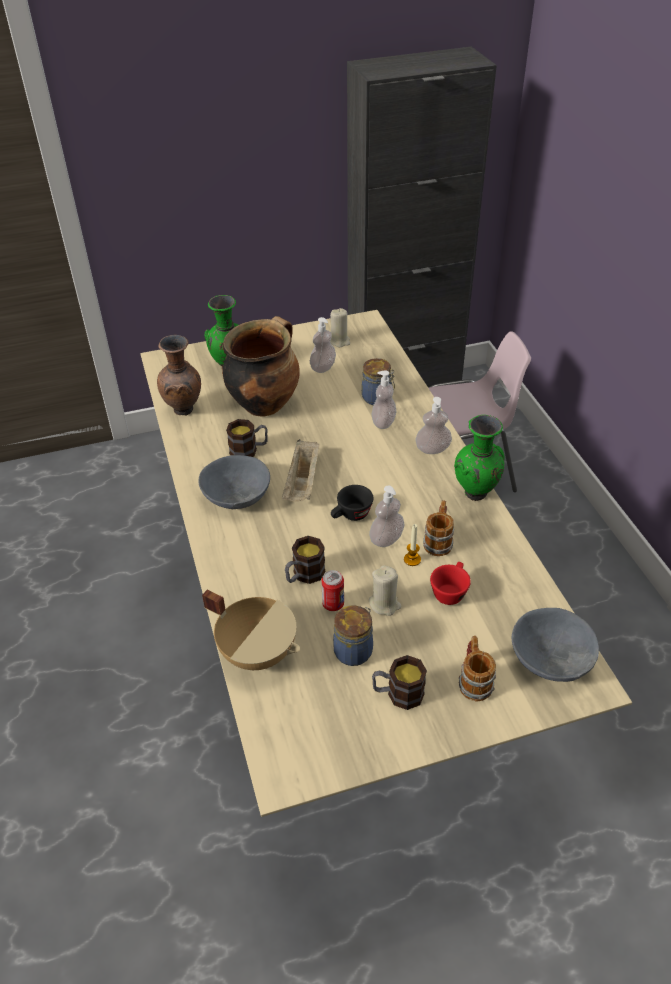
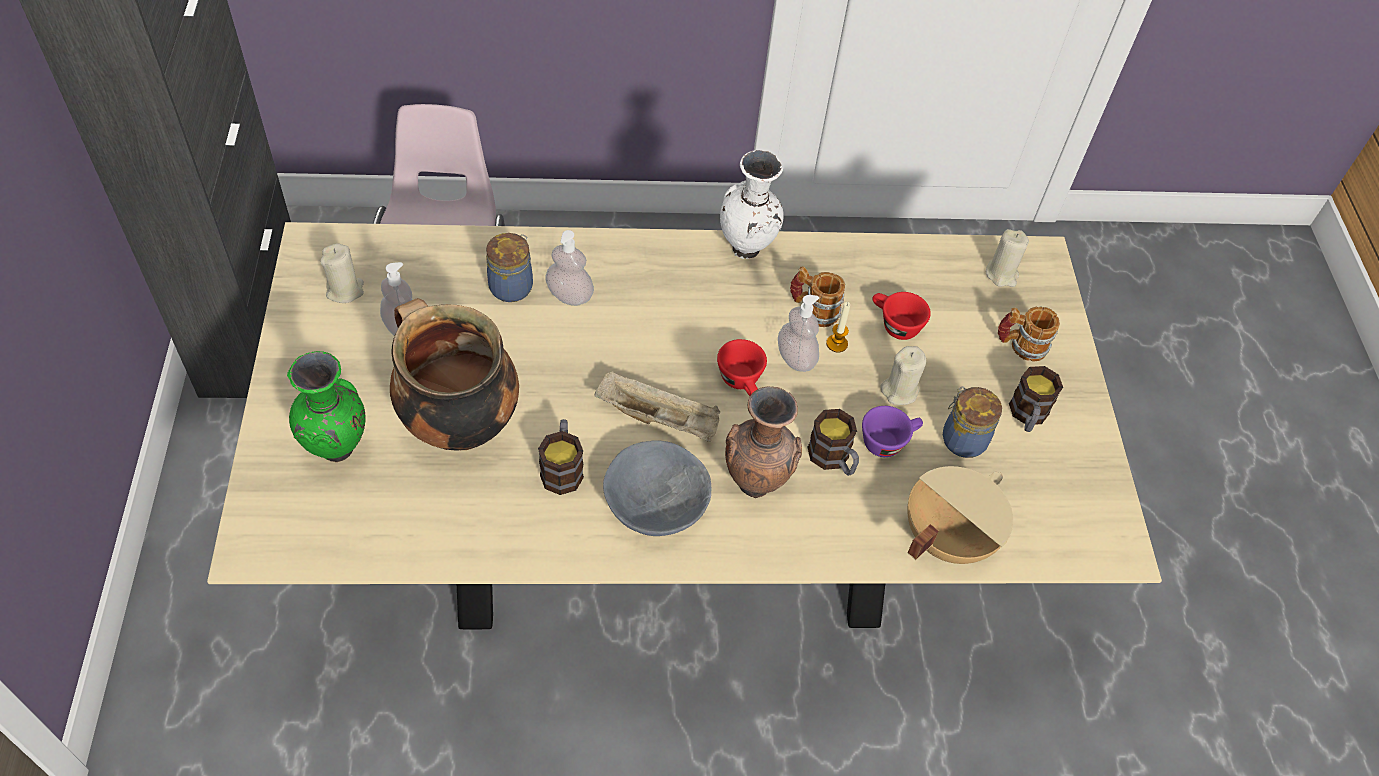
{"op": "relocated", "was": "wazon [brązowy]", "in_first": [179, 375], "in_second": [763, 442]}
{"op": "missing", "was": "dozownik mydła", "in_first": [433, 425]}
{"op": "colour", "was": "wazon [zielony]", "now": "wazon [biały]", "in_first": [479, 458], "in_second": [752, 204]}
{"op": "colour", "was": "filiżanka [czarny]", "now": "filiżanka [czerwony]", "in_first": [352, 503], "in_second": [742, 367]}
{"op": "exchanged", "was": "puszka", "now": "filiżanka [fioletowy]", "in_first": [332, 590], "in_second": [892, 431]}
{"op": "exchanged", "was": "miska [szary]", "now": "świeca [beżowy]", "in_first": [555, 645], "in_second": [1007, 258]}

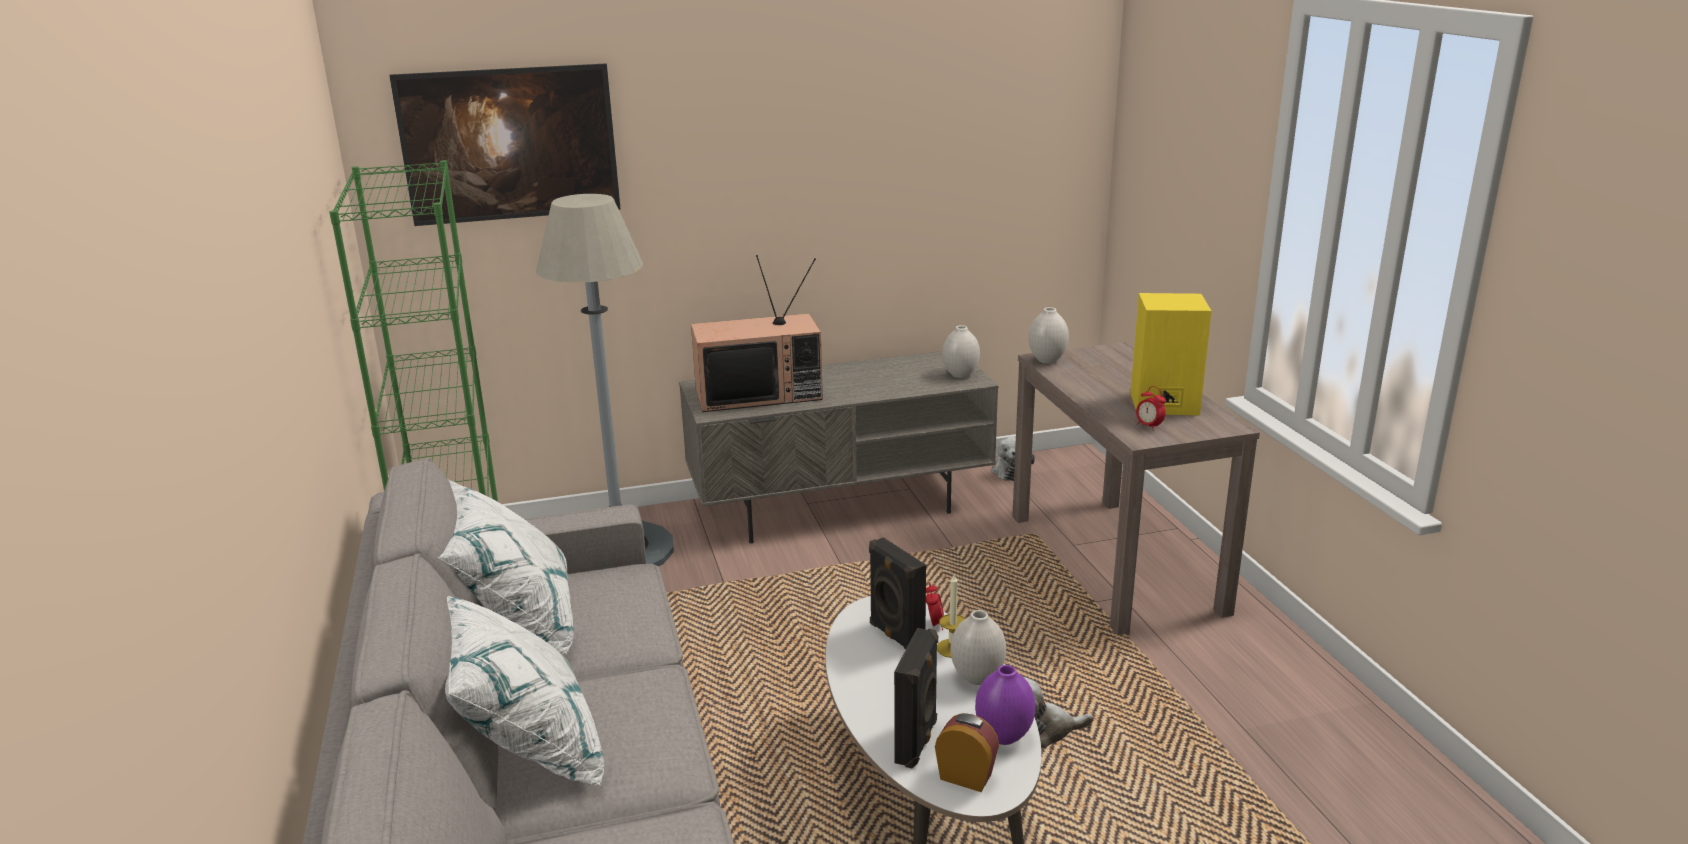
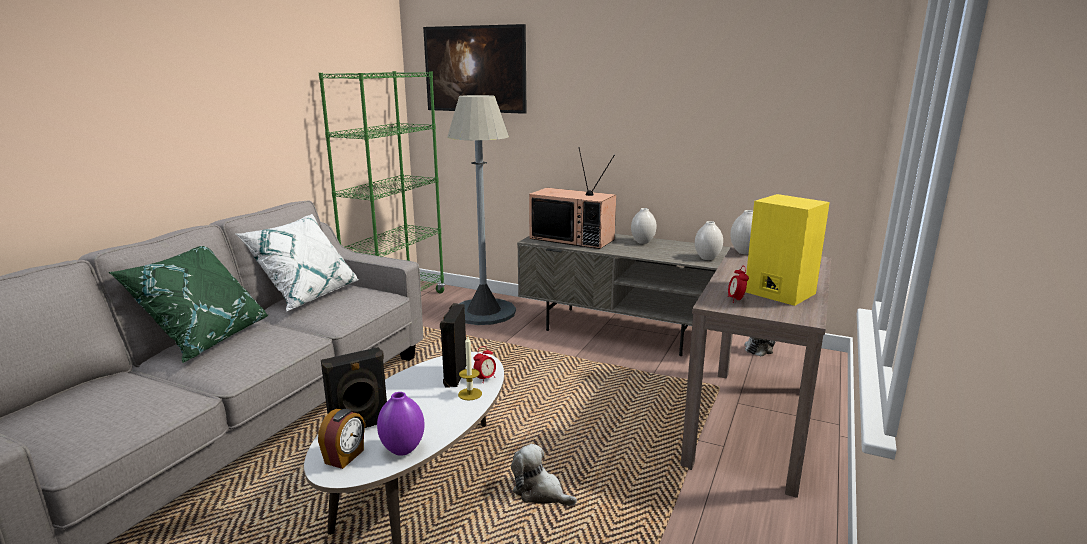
{"op": "colour", "was": "poduszka [biały]", "now": "poduszka [zielony]", "in_first": [524, 691], "in_second": [188, 304]}
{"op": "relocated", "was": "wazon [biały]", "in_first": [978, 647], "in_second": [644, 226]}
{"op": "spun", "was": "budzik", "in_first": [967, 752], "in_second": [341, 439], "clockwise": 45}

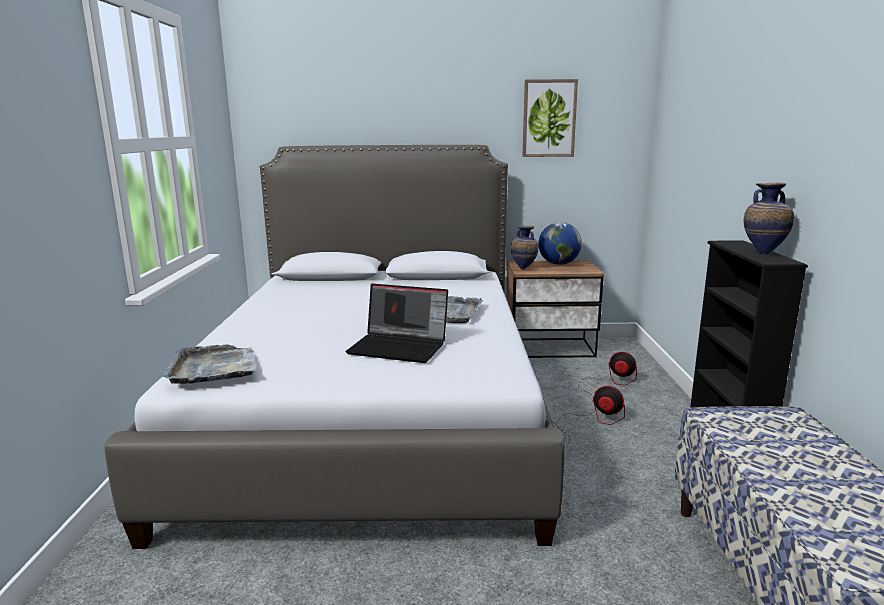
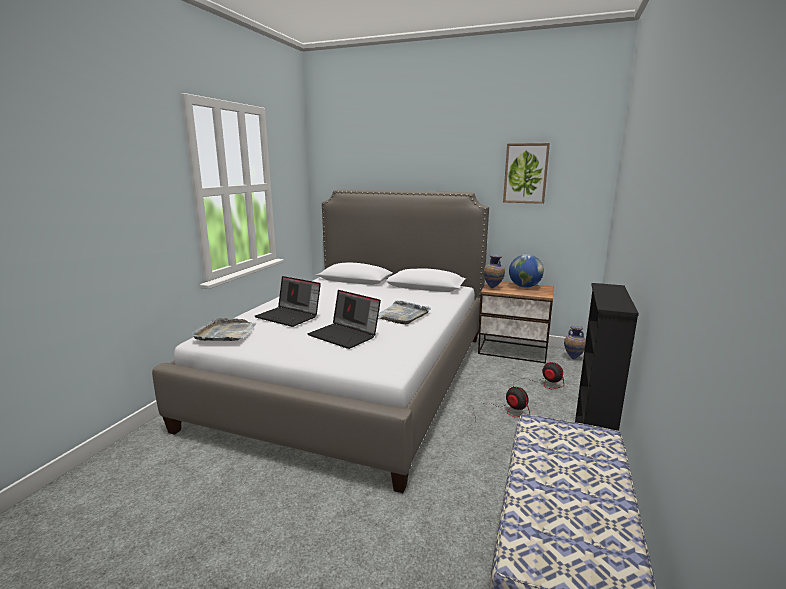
{"op": "relocated", "was": "wazon", "in_first": [769, 218], "in_second": [575, 342]}
{"op": "appeared", "now": "laptop", "in_second": [288, 301]}

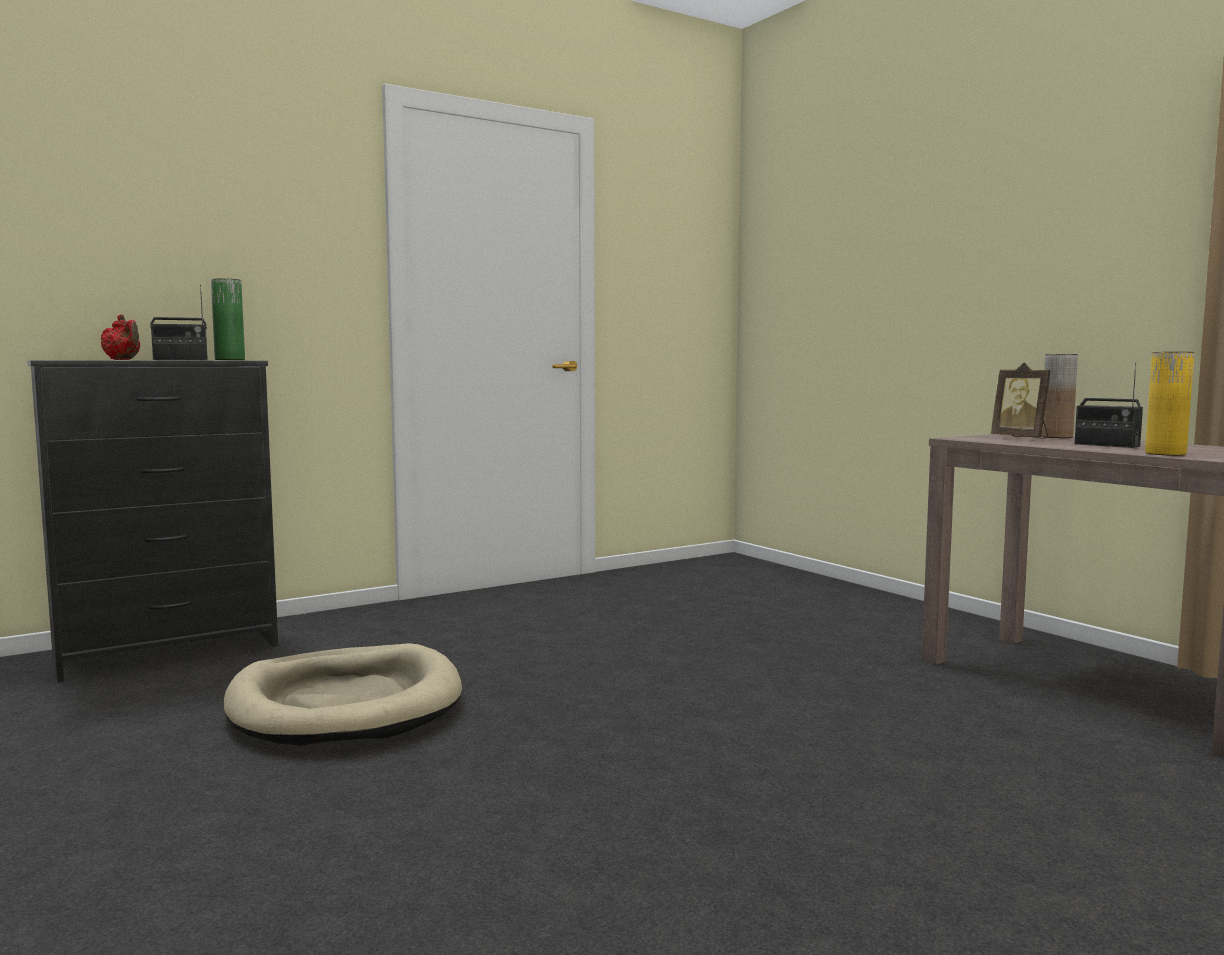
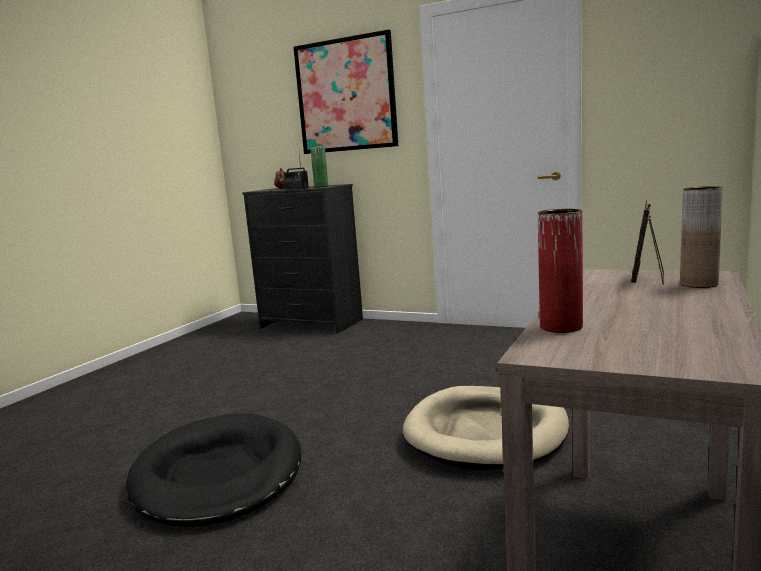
{"op": "colour", "was": "wazon [żółty]", "now": "wazon [czerwony]", "in_first": [1169, 404], "in_second": [560, 271]}
{"op": "missing", "was": "radio", "in_first": [1108, 405]}
{"op": "relocated", "was": "legowisko [beżowy]", "in_first": [343, 694], "in_second": [486, 428]}
{"op": "appeared", "now": "obraz", "in_second": [345, 91]}
{"op": "appeared", "now": "legowisko [czarny]", "in_second": [213, 470]}

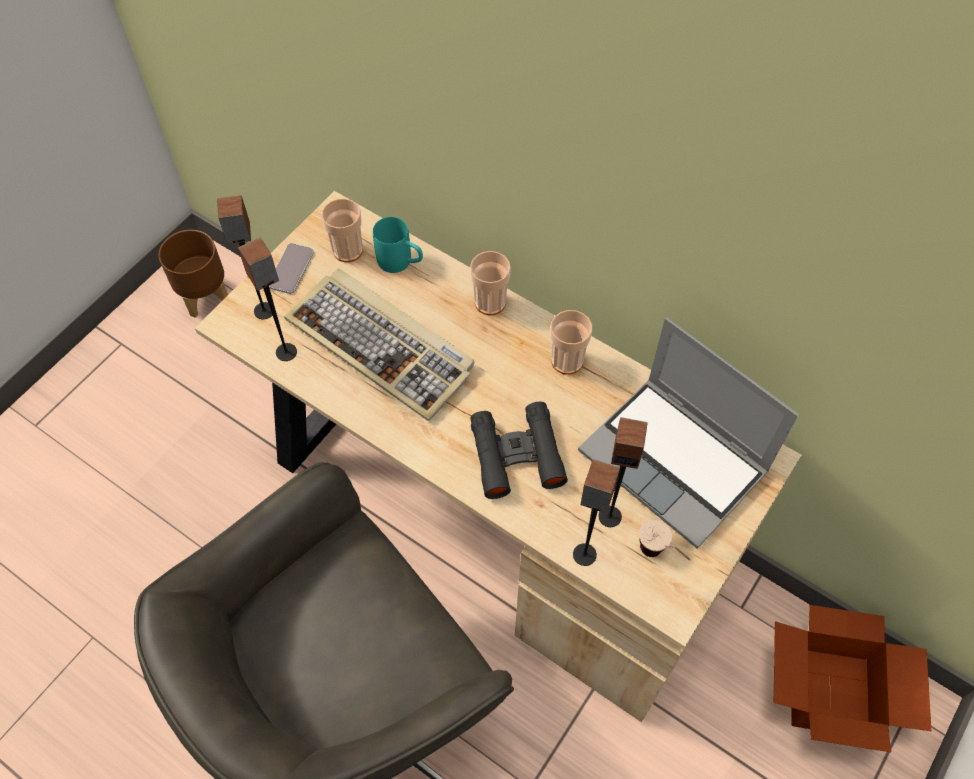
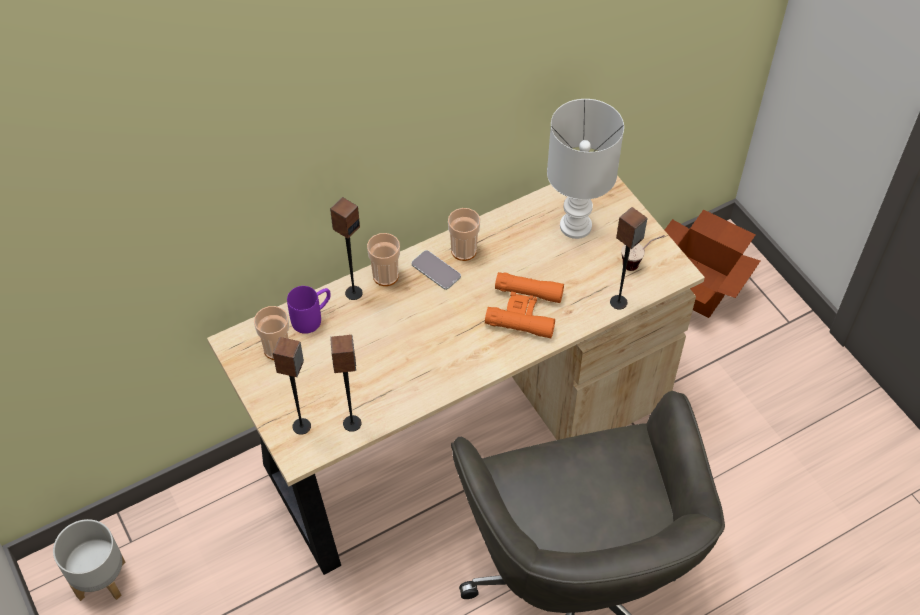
{"op": "colour", "was": "kubek [turkusowy]", "now": "kubek [fioletowy]", "in_first": [398, 245], "in_second": [309, 310]}
{"op": "colour", "was": "donica [brązowy]", "now": "donica [szary]", "in_first": [193, 274], "in_second": [89, 560]}
{"op": "relocated", "was": "telefon", "in_first": [291, 268], "in_second": [436, 270]}
{"op": "missing", "was": "klawiatura", "in_first": [379, 344]}
{"op": "exchanged", "was": "laptop", "now": "lampa stołowa [biały]", "in_first": [688, 433], "in_second": [585, 169]}
{"op": "colour", "was": "lornetka [czarny]", "now": "lornetka [pomarańczowy]", "in_first": [519, 450], "in_second": [524, 305]}
{"op": "relocated", "was": "głośnik", "in_first": [623, 472], "in_second": [346, 248]}

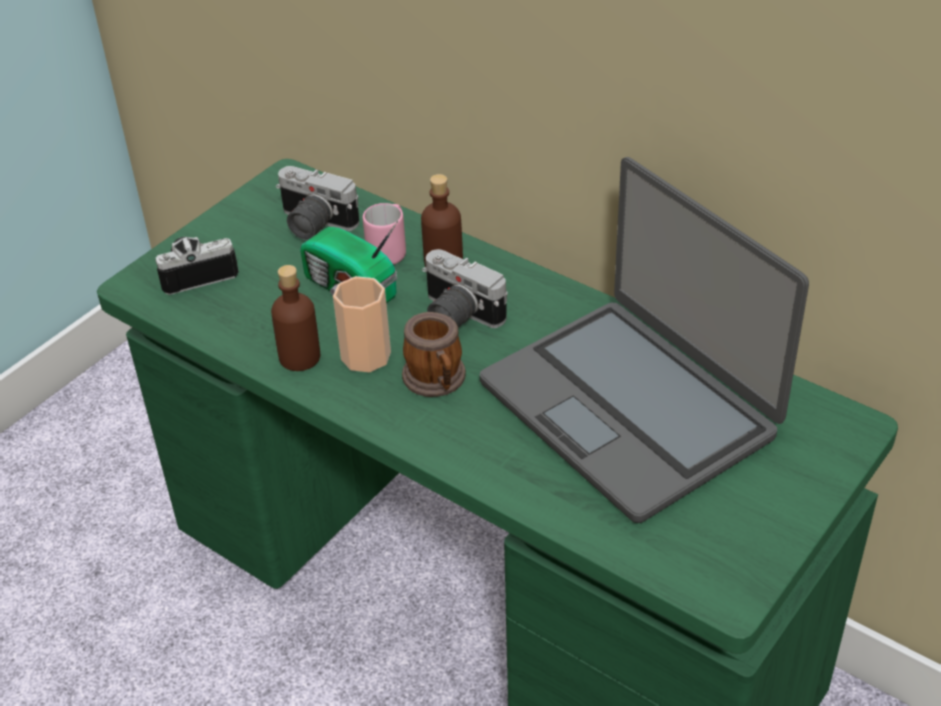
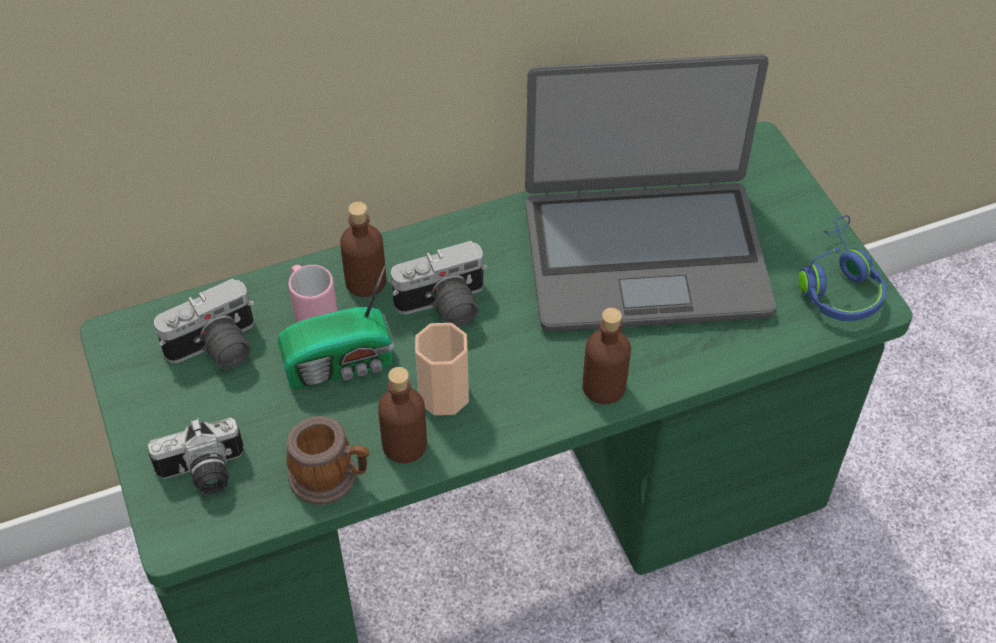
{"op": "spun", "was": "aparat fotograficzny", "in_first": [197, 266], "in_second": [196, 456], "clockwise": -120}
{"op": "relocated", "was": "kubek", "in_first": [434, 354], "in_second": [327, 460]}
{"op": "appeared", "now": "słuchawki [niebieski]", "in_second": [842, 268]}
{"op": "appeared", "now": "butelka [brązowy]", "in_second": [607, 356]}

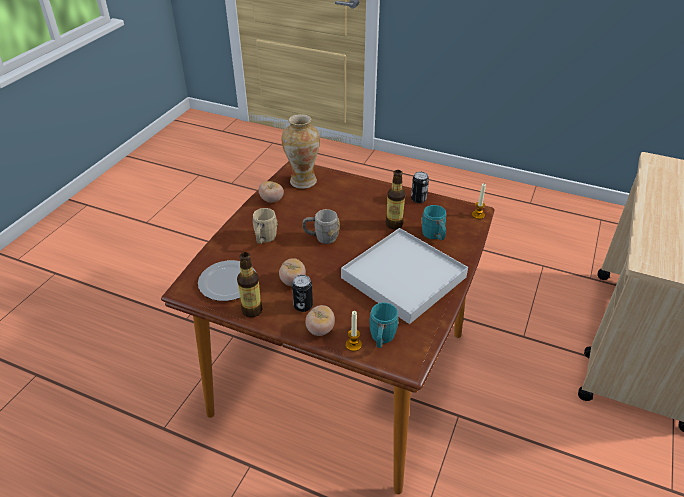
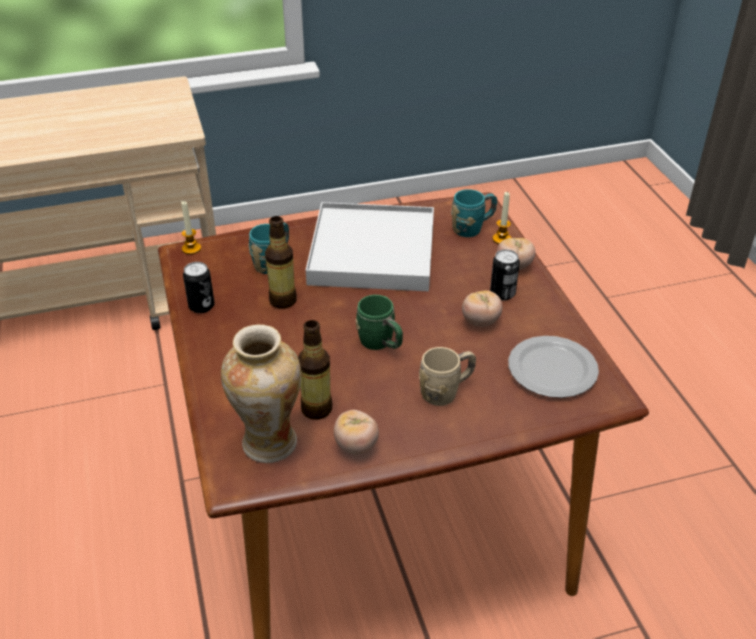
{"op": "colour", "was": "kubek [szary]", "now": "kubek [zielony]", "in_first": [321, 226], "in_second": [379, 322]}
{"op": "relocated", "was": "butelka", "in_first": [250, 285], "in_second": [315, 370]}

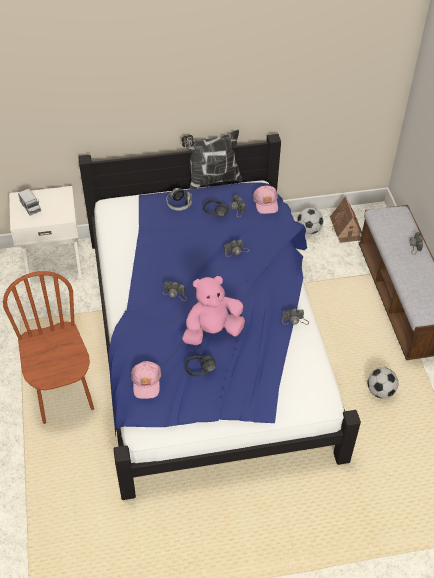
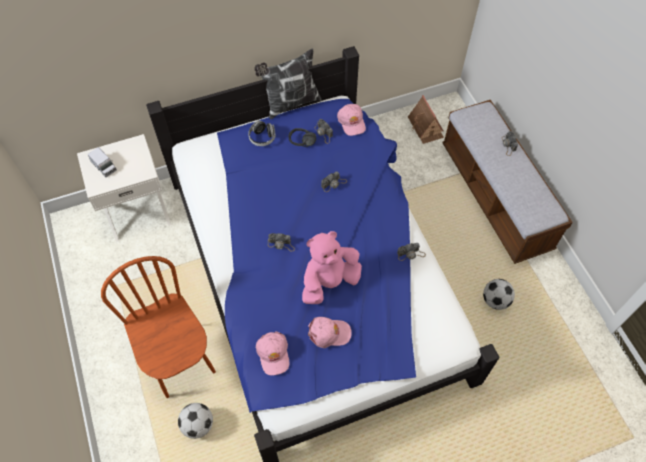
{"op": "relocated", "was": "piłka futbolowa", "in_first": [310, 221], "in_second": [195, 421]}
{"op": "exchanged", "was": "słuchawki [czarny]", "now": "czapka z daszkiem [różowy]", "in_first": [200, 366], "in_second": [329, 332]}

